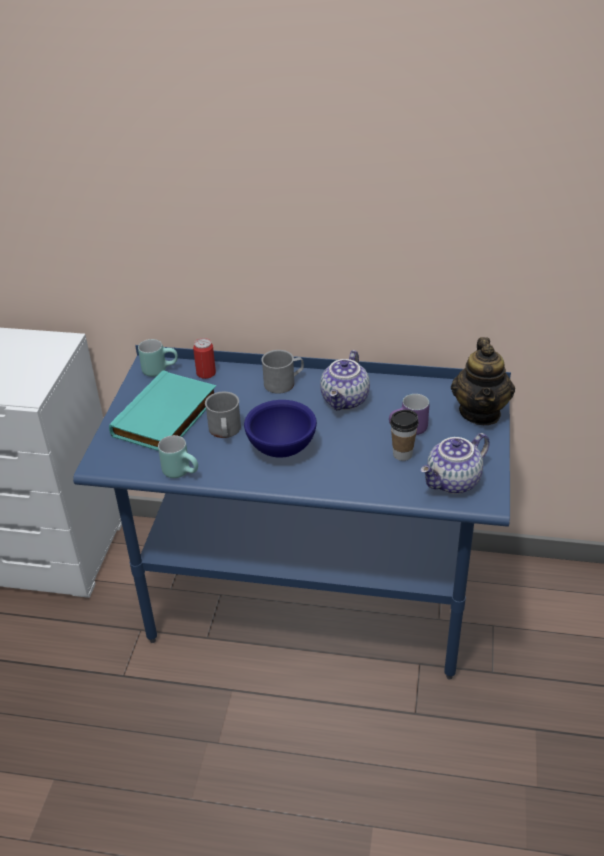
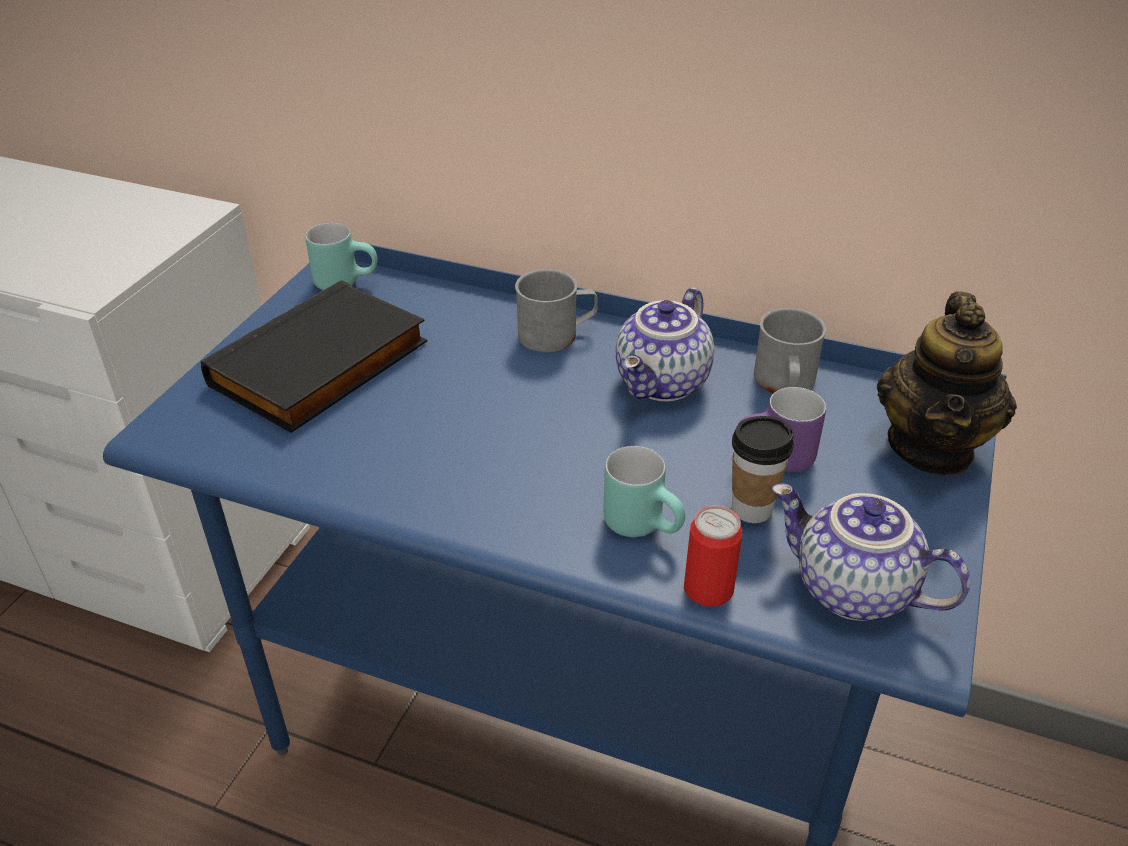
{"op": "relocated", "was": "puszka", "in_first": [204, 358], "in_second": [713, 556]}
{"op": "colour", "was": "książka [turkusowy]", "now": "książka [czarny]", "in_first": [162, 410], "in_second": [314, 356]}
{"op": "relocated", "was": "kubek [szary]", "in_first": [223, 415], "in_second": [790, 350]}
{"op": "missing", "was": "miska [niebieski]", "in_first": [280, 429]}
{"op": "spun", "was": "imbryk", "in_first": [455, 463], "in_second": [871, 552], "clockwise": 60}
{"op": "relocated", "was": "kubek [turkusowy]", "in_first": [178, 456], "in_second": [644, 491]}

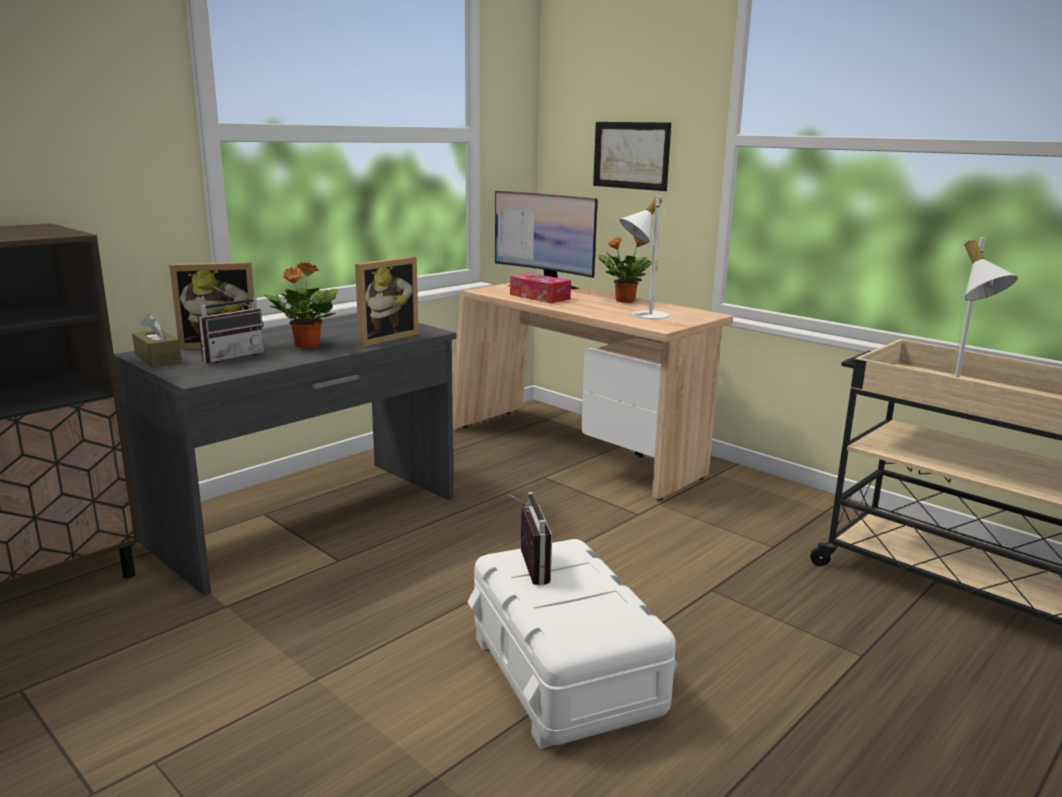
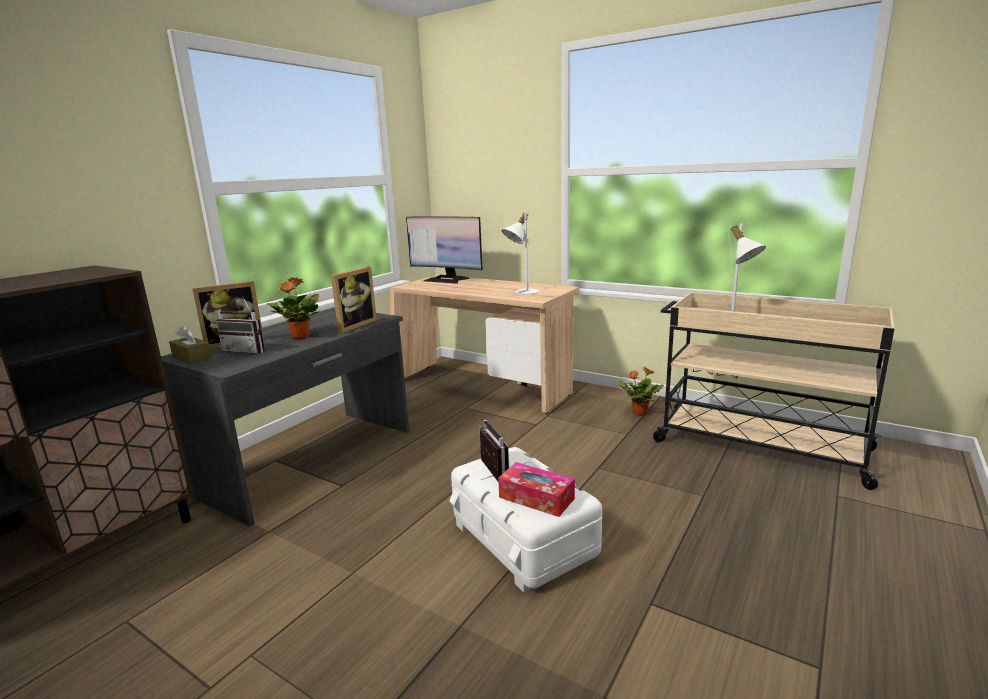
{"op": "missing", "was": "obraz", "in_first": [632, 156]}
{"op": "relocated", "was": "roślina doniczkowa", "in_first": [628, 269], "in_second": [641, 391]}
{"op": "relocated", "was": "pudełko chusteczek", "in_first": [540, 288], "in_second": [536, 489]}
{"op": "spun", "was": "radio", "in_first": [231, 323], "in_second": [240, 326], "clockwise": 75}

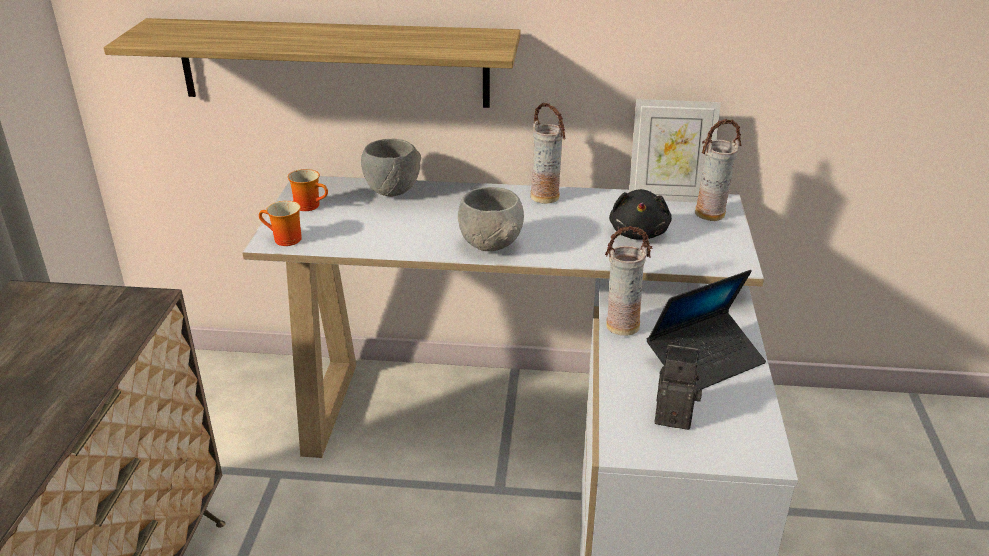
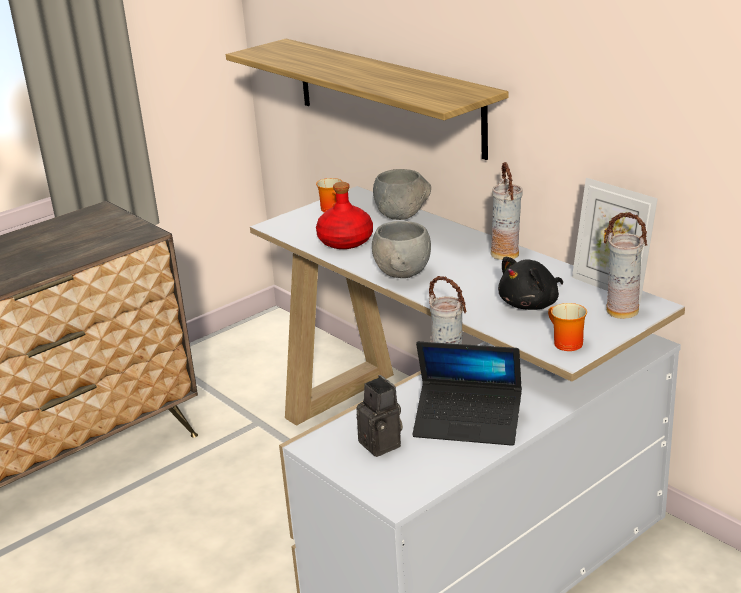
{"op": "relocated", "was": "kubek", "in_first": [280, 223], "in_second": [567, 327]}
{"op": "appeared", "now": "butelka [czerwony]", "in_second": [344, 215]}

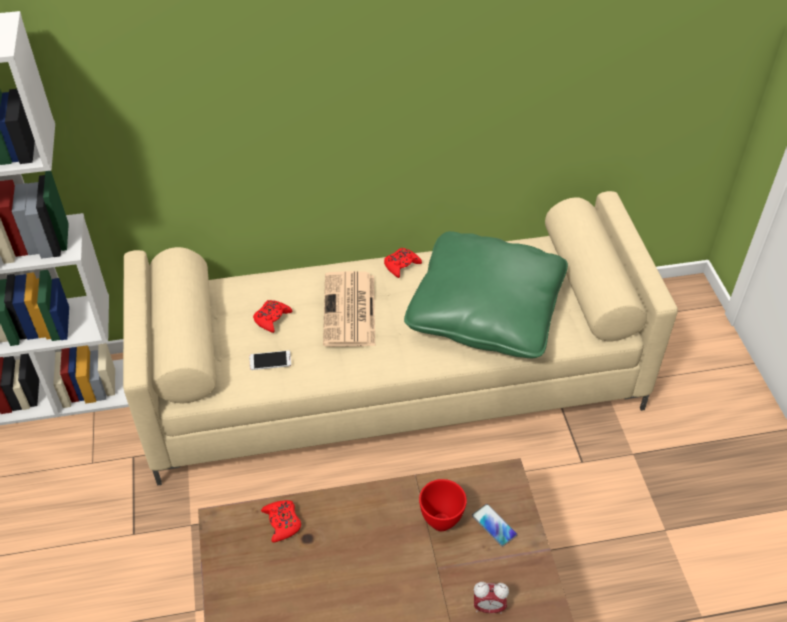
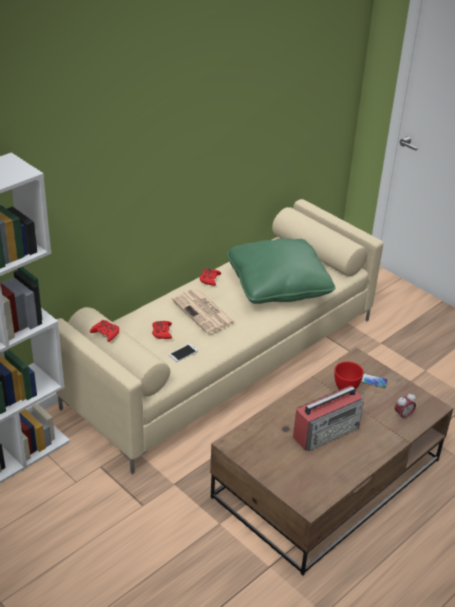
{"op": "relocated", "was": "pad do gier [czerwony]", "in_first": [281, 521], "in_second": [104, 331]}
{"op": "appeared", "now": "radio", "in_second": [328, 418]}

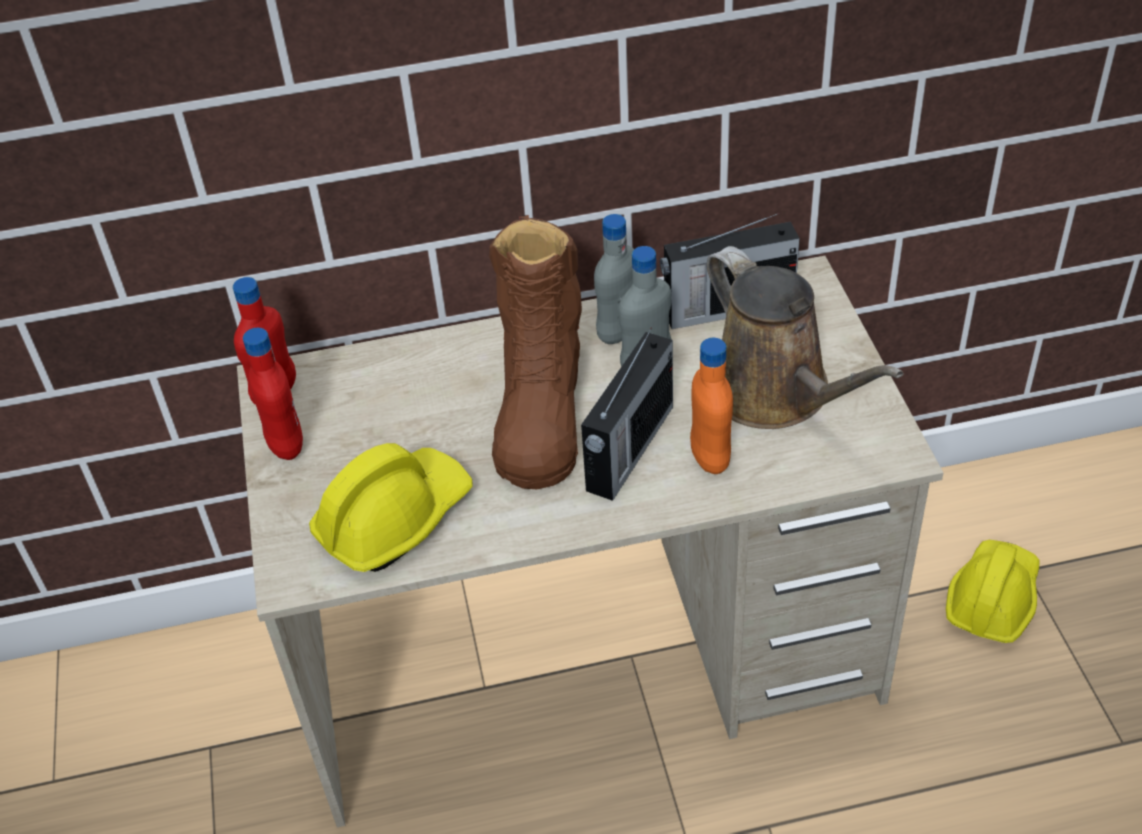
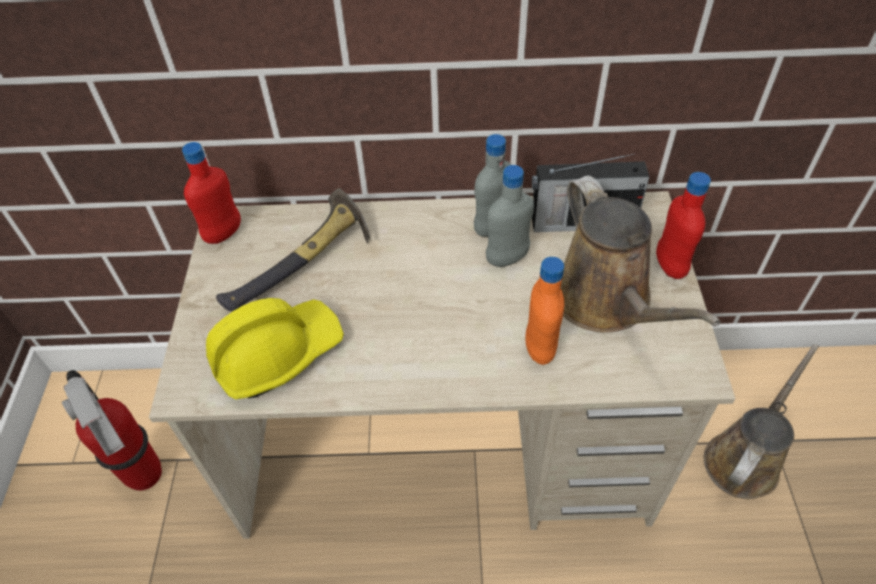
{"op": "missing", "was": "but z cholewką [brązowy]", "in_first": [535, 352]}
{"op": "missing", "was": "radio", "in_first": [627, 414]}
{"op": "relocated", "was": "butelka [czerwony]", "in_first": [273, 394], "in_second": [683, 225]}
{"op": "exchanged", "was": "kask [żółty]", "now": "konewka [brązowy]", "in_first": [993, 591], "in_second": [761, 422]}
{"op": "appeared", "now": "młotek", "in_second": [293, 250]}
{"op": "appeared", "now": "gaśnica", "in_second": [112, 430]}

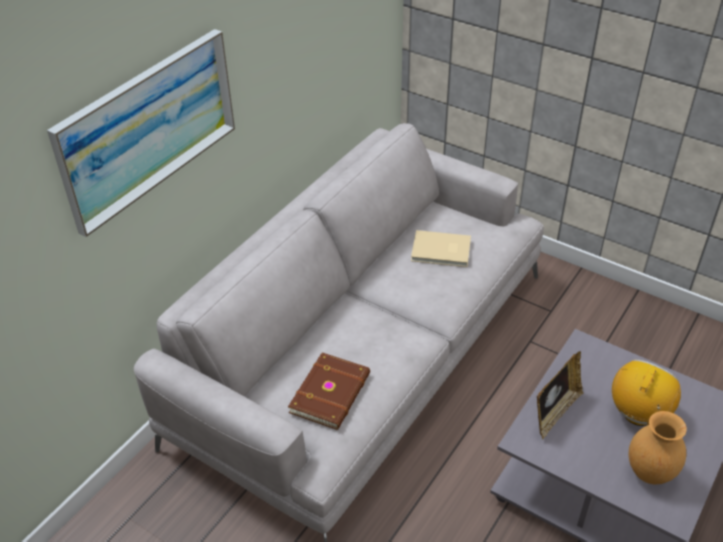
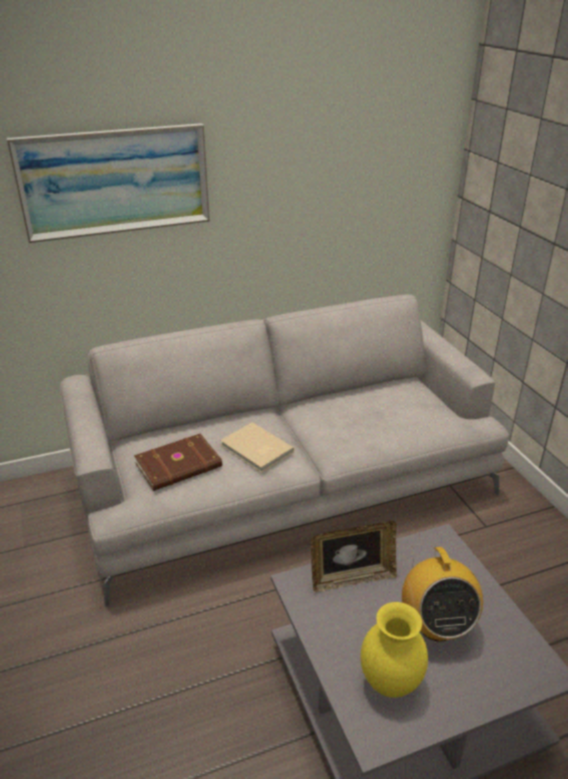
{"op": "relocated", "was": "książka [beżowy]", "in_first": [441, 248], "in_second": [257, 447]}
{"op": "spun", "was": "radio", "in_first": [646, 392], "in_second": [442, 594], "clockwise": 105}
{"op": "colour", "was": "wazon [brązowy]", "now": "wazon [żółty]", "in_first": [658, 447], "in_second": [394, 650]}

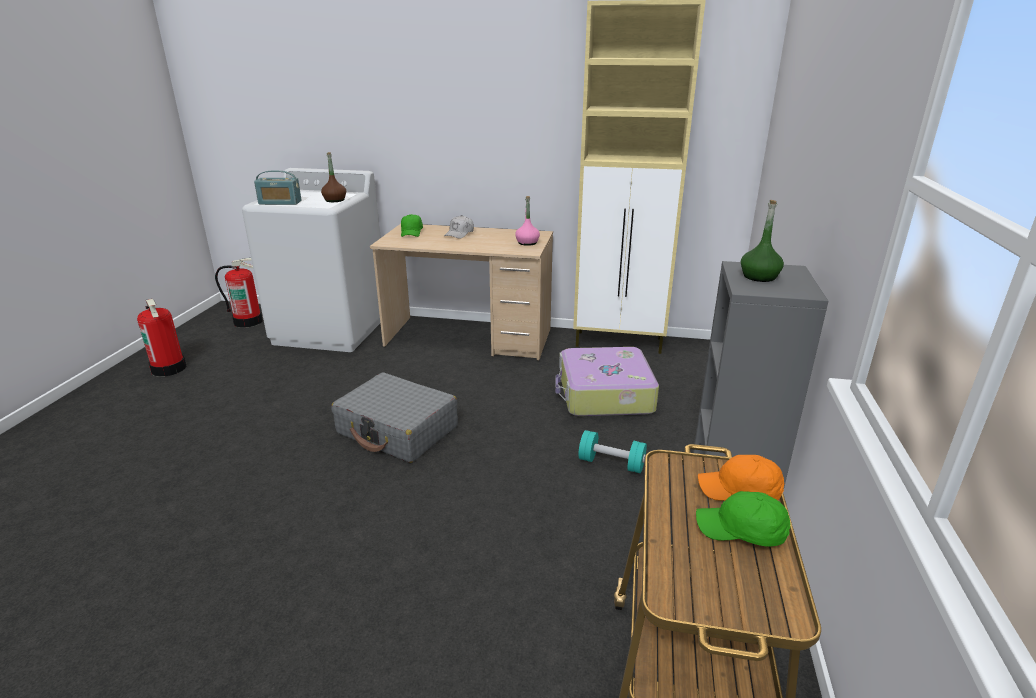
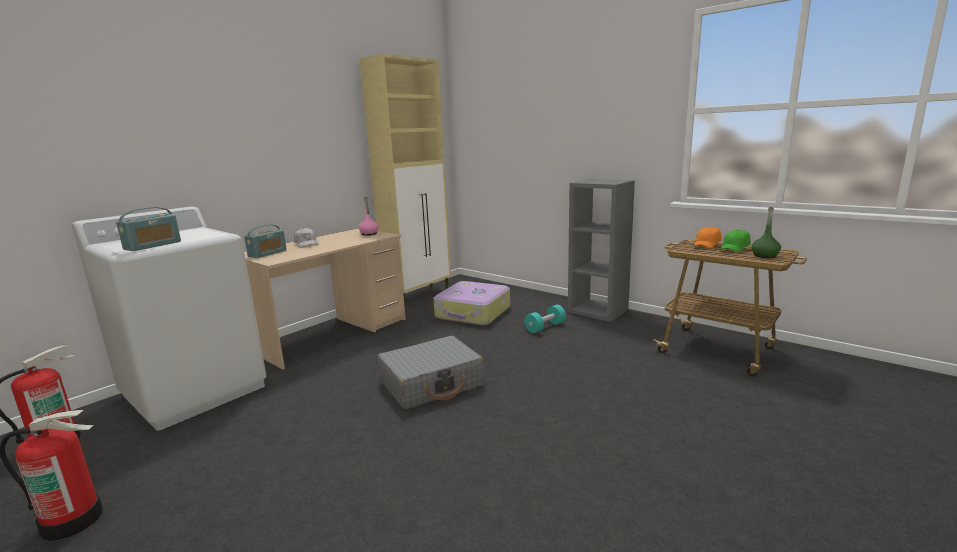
{"op": "missing", "was": "butelka [brązowy]", "in_first": [333, 177]}
{"op": "relocated", "was": "butelka [zielony]", "in_first": [762, 241], "in_second": [766, 232]}
{"op": "exchanged", "was": "czapka z daszkiem [zielony]", "now": "radio", "in_first": [412, 225], "in_second": [265, 241]}

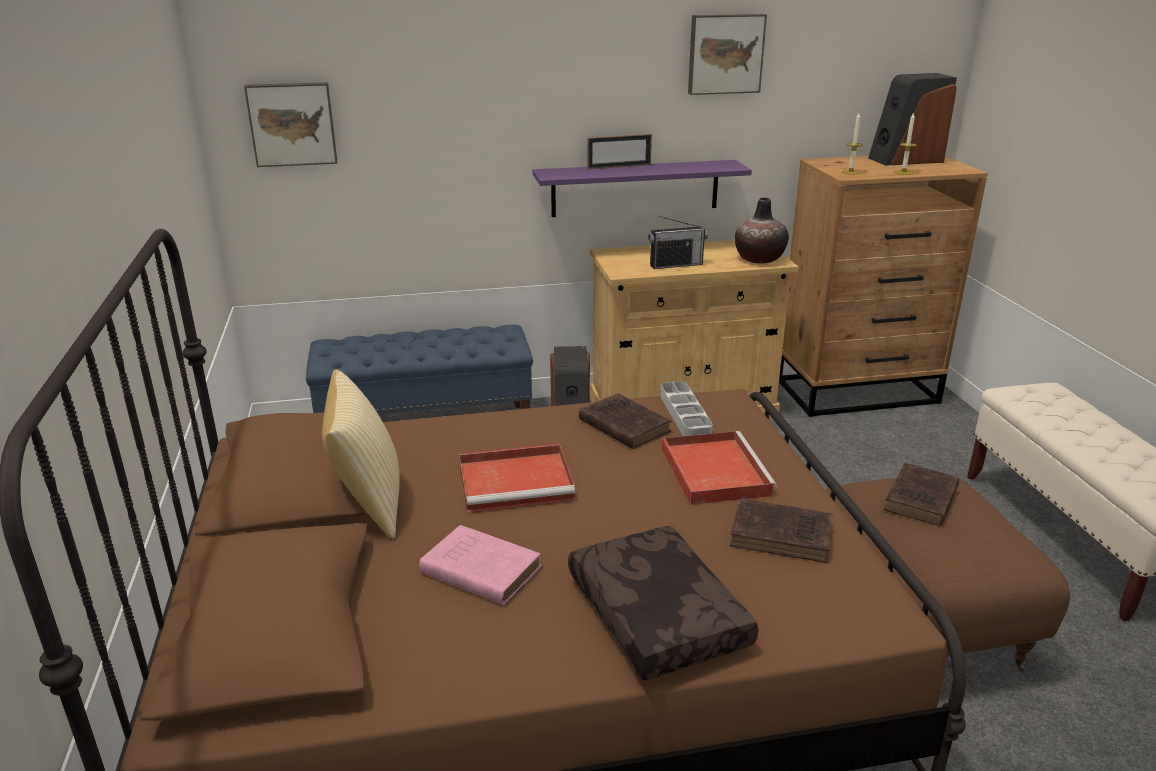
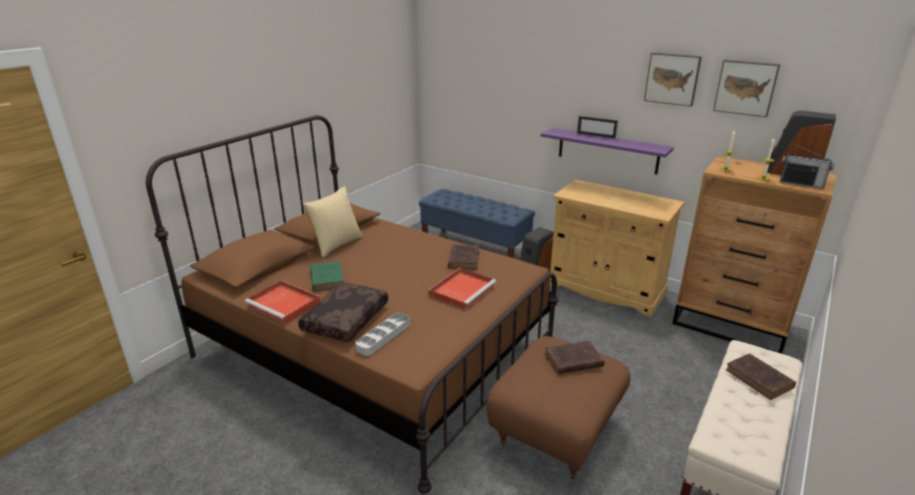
{"op": "relocated", "was": "obraz", "in_first": [290, 124], "in_second": [746, 88]}
{"op": "missing", "was": "wazon", "in_first": [762, 230]}
{"op": "relocated", "was": "radio", "in_first": [678, 242], "in_second": [807, 166]}
{"op": "relocated", "was": "taca [szary]", "in_first": [687, 408], "in_second": [382, 334]}
{"op": "relocated", "was": "taca [czerwony]", "in_first": [517, 478], "in_second": [282, 302]}
{"op": "relocated", "was": "książka [brązowy]", "in_first": [781, 530], "in_second": [760, 376]}
{"op": "colour", "was": "książka [różowy]", "now": "książka [zielony]", "in_first": [480, 565], "in_second": [327, 276]}

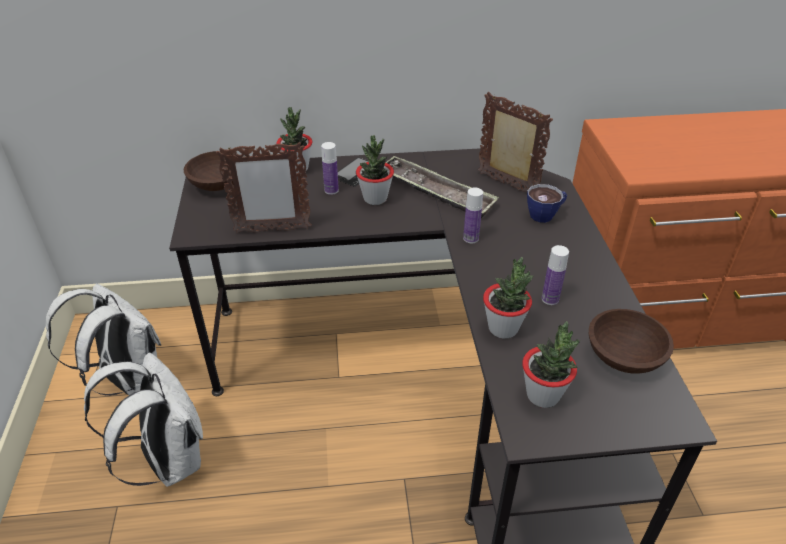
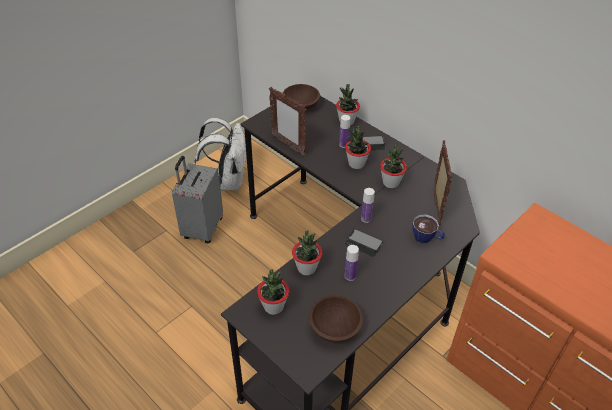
{"op": "exchanged", "was": "taca", "now": "roślina doniczkowa", "in_first": [442, 187], "in_second": [393, 166]}
{"op": "exchanged", "was": "plecak [biały]", "now": "walizka [szary]", "in_first": [143, 420], "in_second": [197, 199]}
{"op": "appeared", "now": "telefon", "in_second": [364, 243]}

